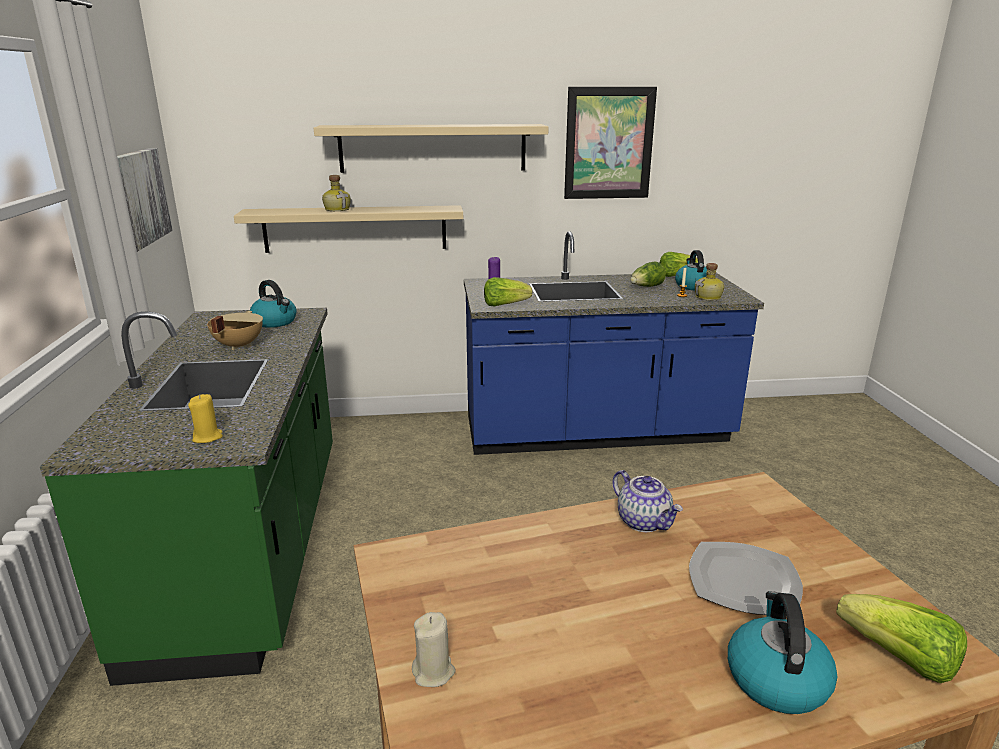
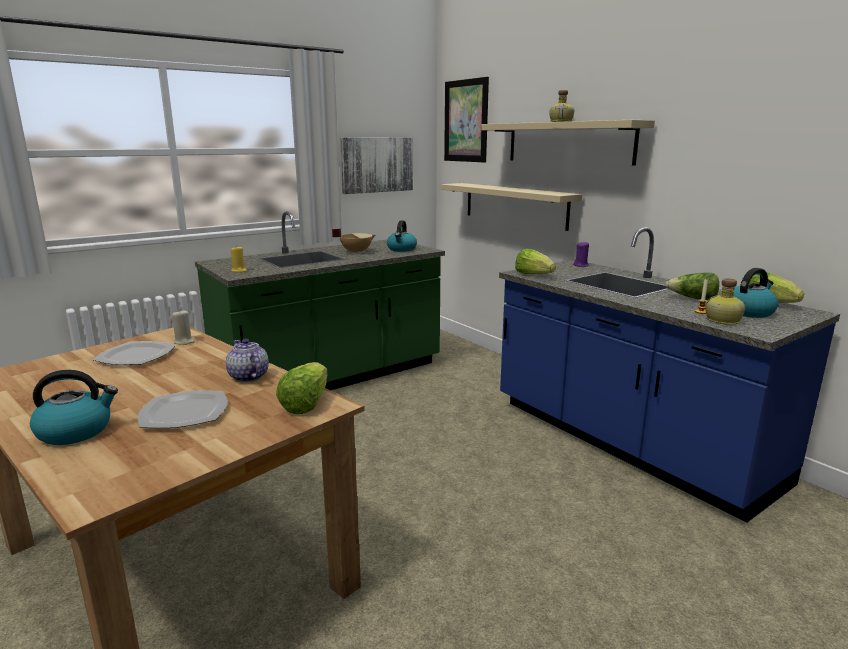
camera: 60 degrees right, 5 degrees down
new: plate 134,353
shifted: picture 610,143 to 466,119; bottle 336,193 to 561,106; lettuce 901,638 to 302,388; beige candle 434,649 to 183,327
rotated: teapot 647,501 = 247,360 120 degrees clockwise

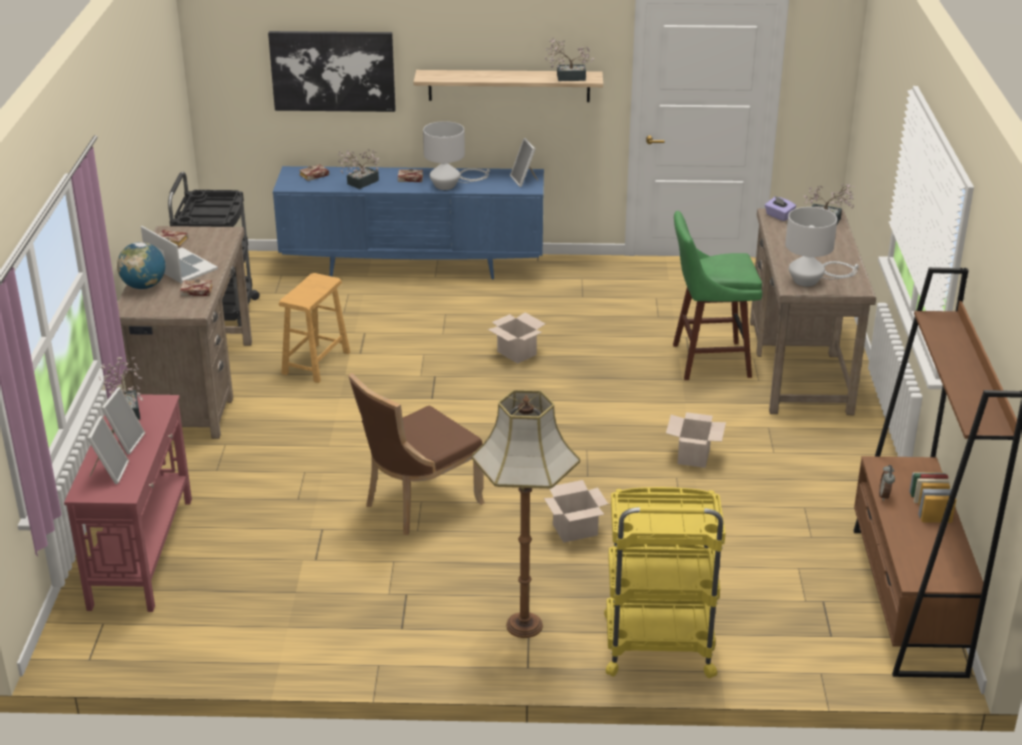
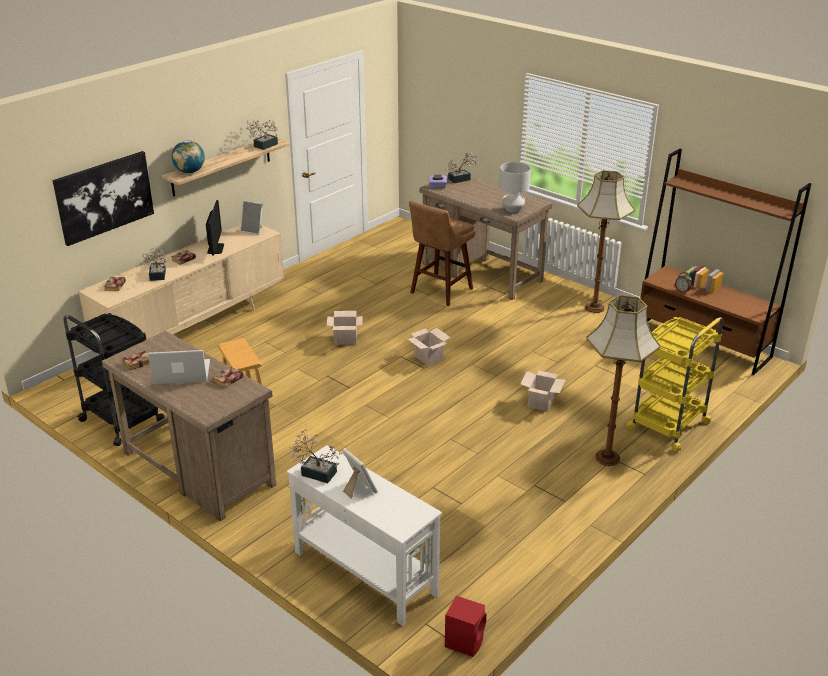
camera: 50 degrees left, 0 degrees up
gone: brown chair 416,454; picture frame 108,450
new: floor lamp 606,241; red speaker 466,626
shifted: globe 141,265 to 188,157; cardboard box 696,440 to 429,347
swapped: grey table lamp 456,155 to monitor 215,227
repainted: blue cabinet 408,222 to beige cabinet 181,281; green stool 717,295 to brown stool 442,253; red console table 128,503 to white console table 364,535

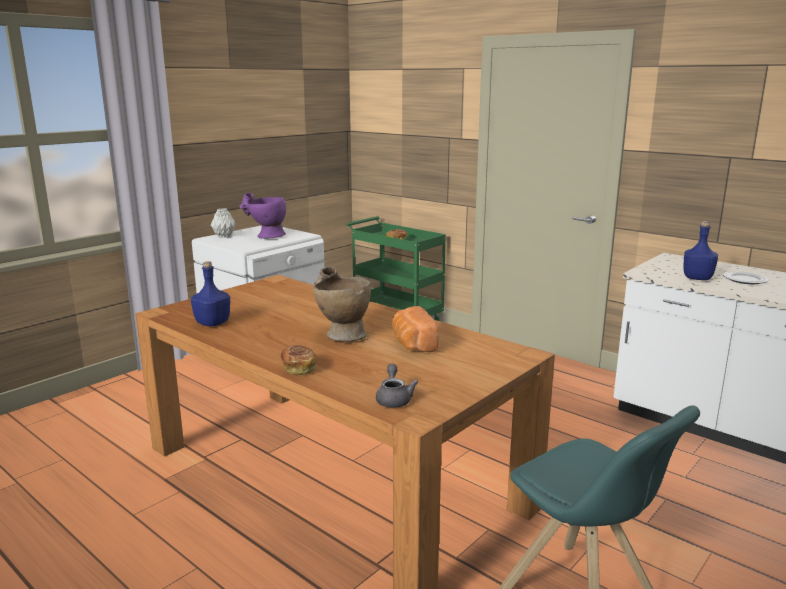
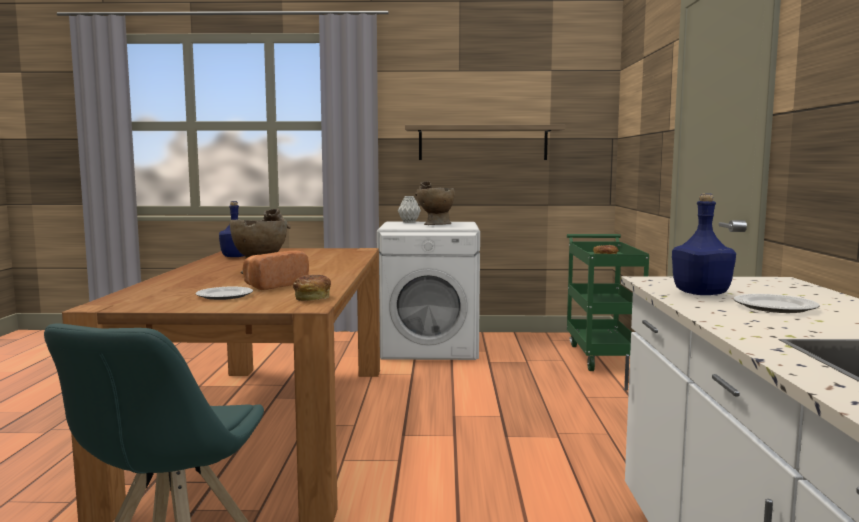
camera: 50 degrees right, 10 degrees down
gone: grey teapot 397,386
new: shelf 485,142; plate 224,293
shifted: bread 299,360 to 312,288
repainted: purple vase 263,216 to beige vase 435,203

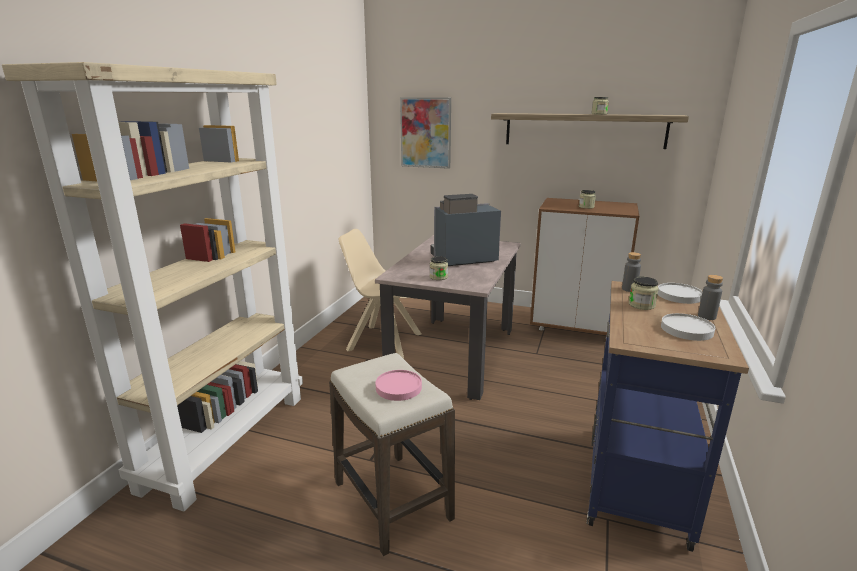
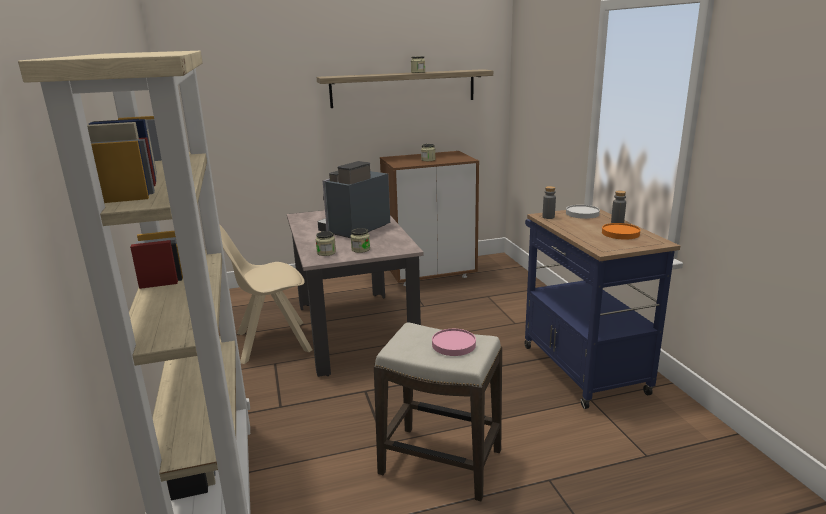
camera: 35 degrees left, 0 degrees up
gone: picture 425,133
shifted: jar 644,293 to 326,243
repainted: white plate 688,327 to orange plate 621,231

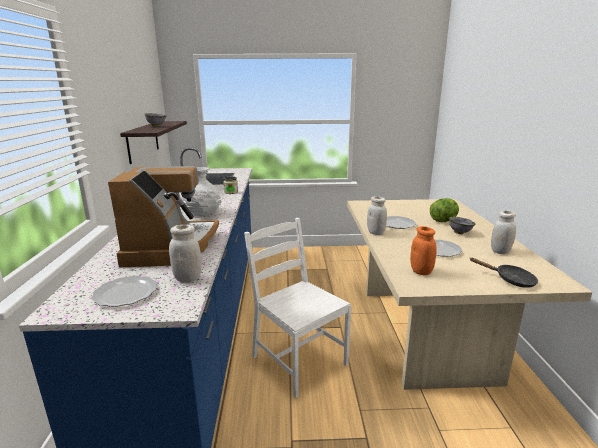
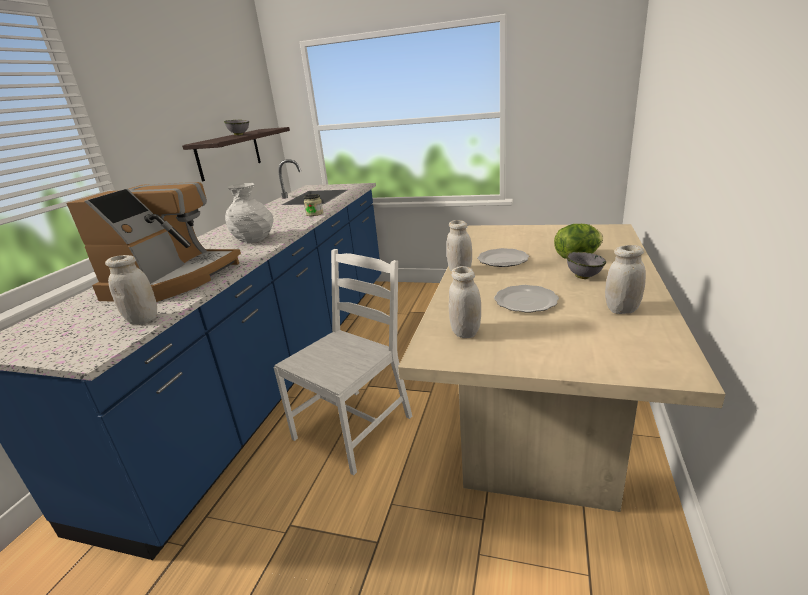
camera: 20 degrees right, 5 degrees up
gone: black frying pan 504,273; plate 124,291
repainted: orange jar 423,250 to white jar 465,302
rotated: white chair 297,308 = 342,362 60 degrees clockwise

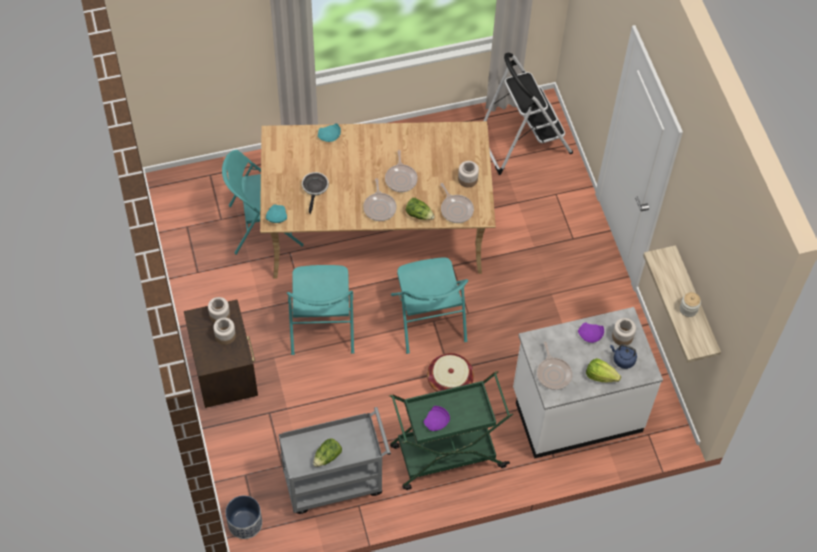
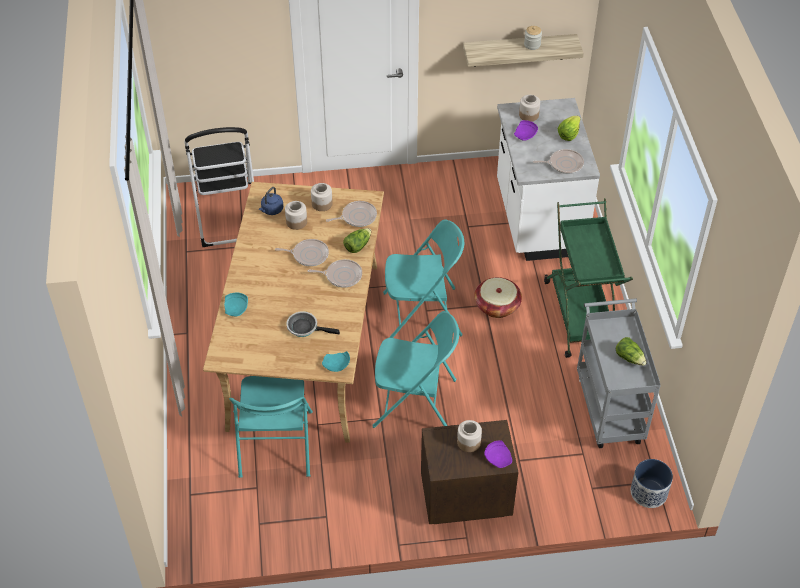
camera: 80 degrees left, 10 degrees down
shifted: jar 219,310 to 296,215; blue kettle 623,356 to 271,201; purple plate 437,418 to 498,454

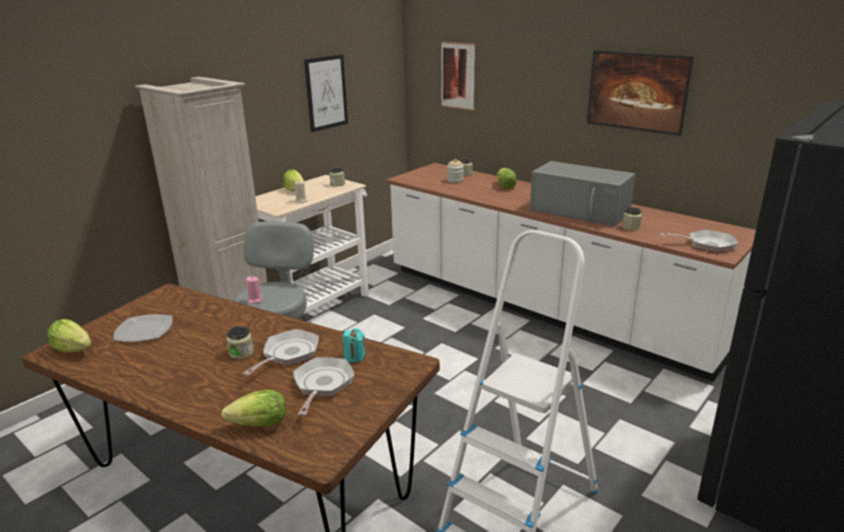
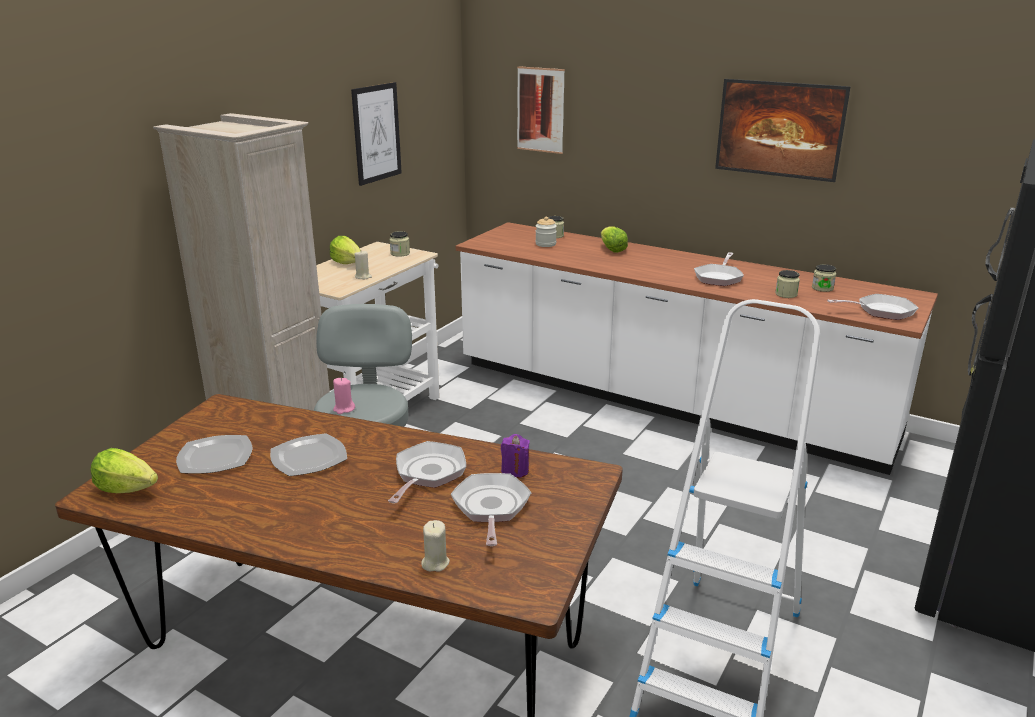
camera: 10 degrees left, 0 degrees up
new: plate 308,454
shifted: jar 240,342 to 824,278
swapped: grey microwave 582,194 to frying pan 719,269; lettuce 253,408 to beige candle 435,546
repainted: turquoise candle 354,345 to purple candle 515,456

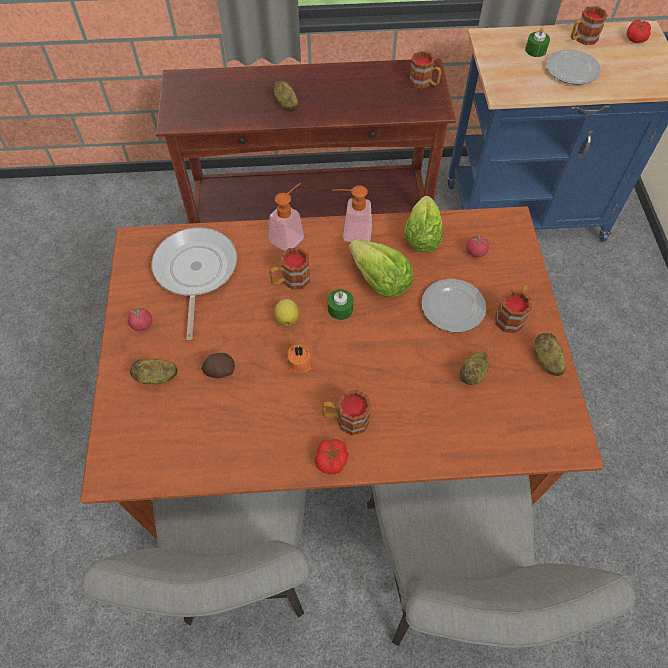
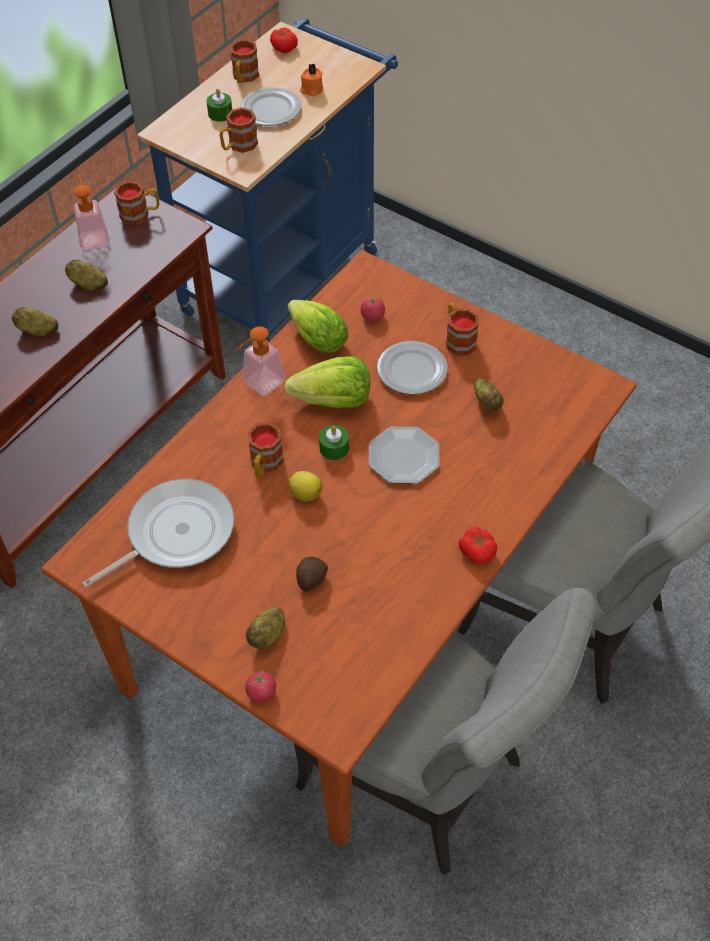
camera: 50 degrees left, 5 degrees down
new: plate 404,455
shifted: soap dispenser 286,217 to 91,212; tomato 140,319 to 260,686; potato 550,354 to 86,274; orange candle 299,359 to 311,80; mug 347,412 to 238,130
rotated: frying pan 194,283 = 158,533 105 degrees clockwise

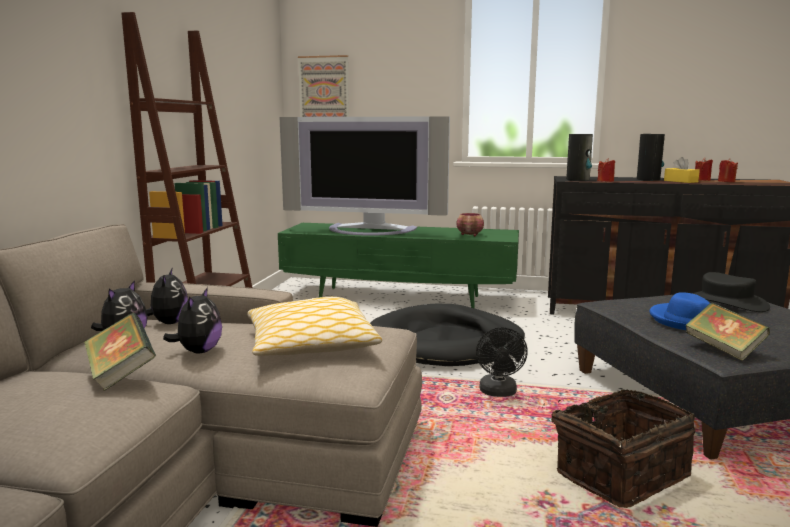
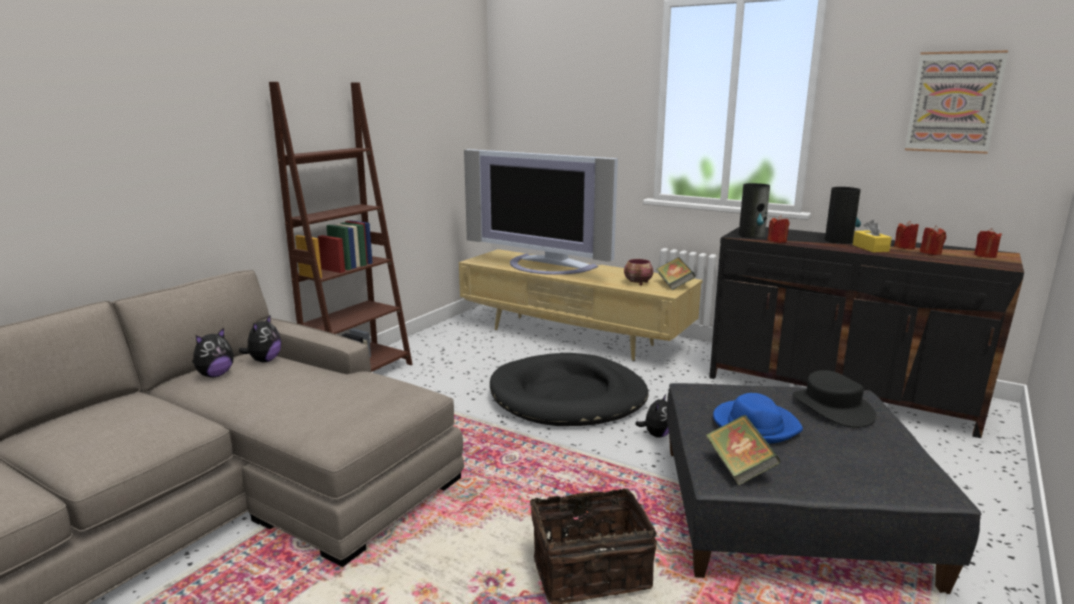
camera: 20 degrees right, 5 degrees up
gone: pillow 314,326; black fan 502,362
new: red candle 988,243
shifted: picture 323,86 to 956,102; plush toy 192,320 to 652,416; book 120,352 to 676,273
repainted: green tv stand 398,265 to beige tv stand 581,305

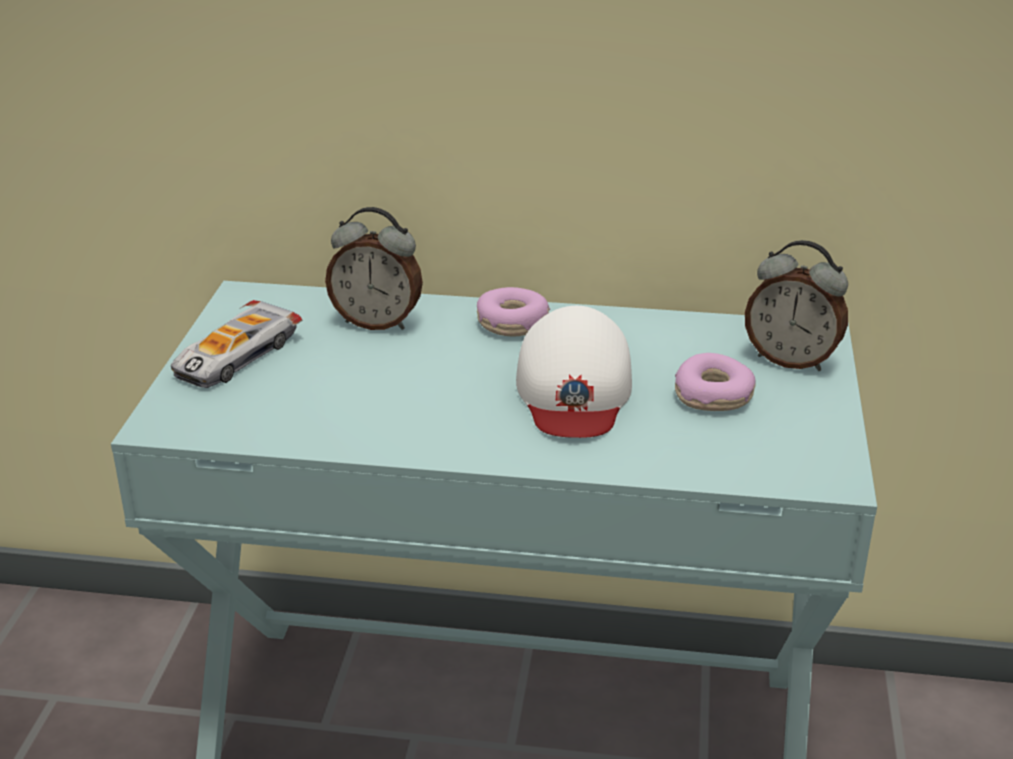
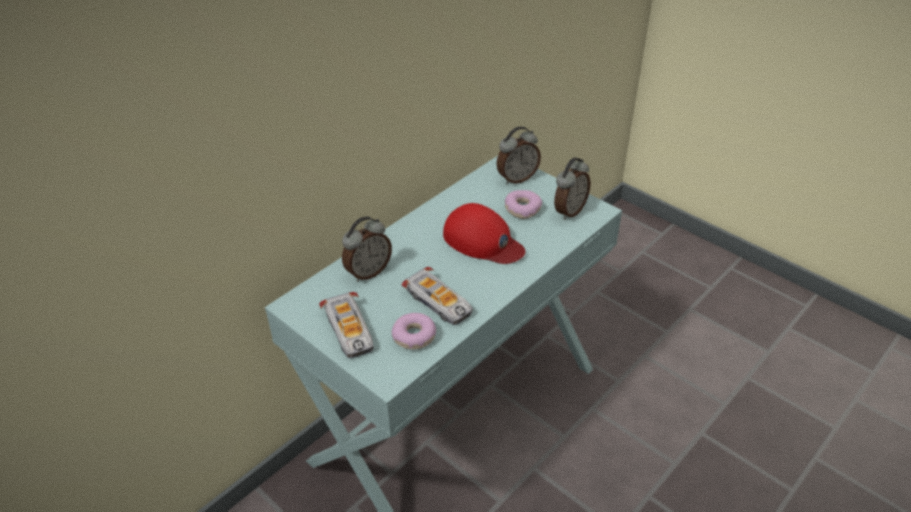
camera: 55 degrees left, 10 degrees up
new: alarm clock 572,188; toy car 437,296
shifted: donut 513,312 to 414,331
repainted: white cap 574,372 to red cap 484,233

